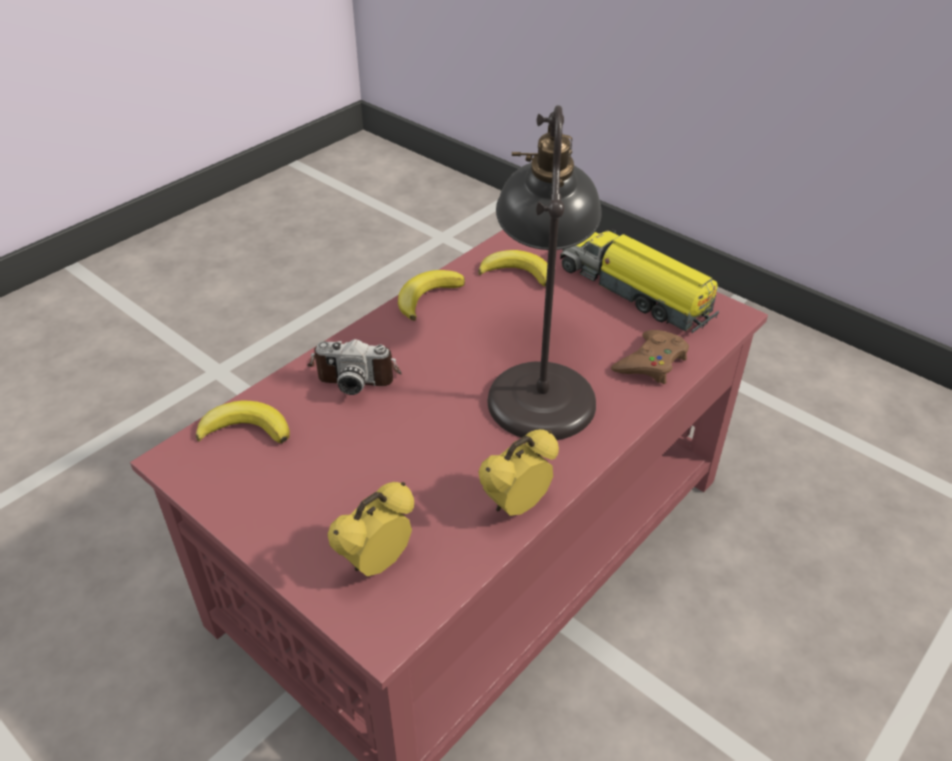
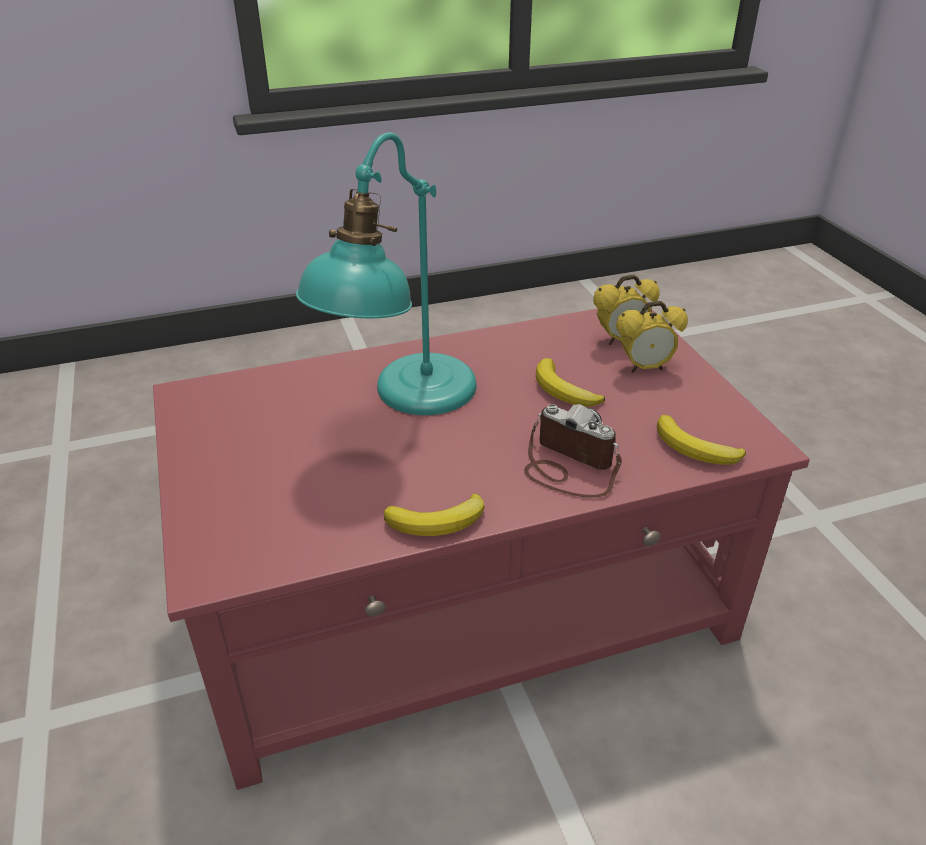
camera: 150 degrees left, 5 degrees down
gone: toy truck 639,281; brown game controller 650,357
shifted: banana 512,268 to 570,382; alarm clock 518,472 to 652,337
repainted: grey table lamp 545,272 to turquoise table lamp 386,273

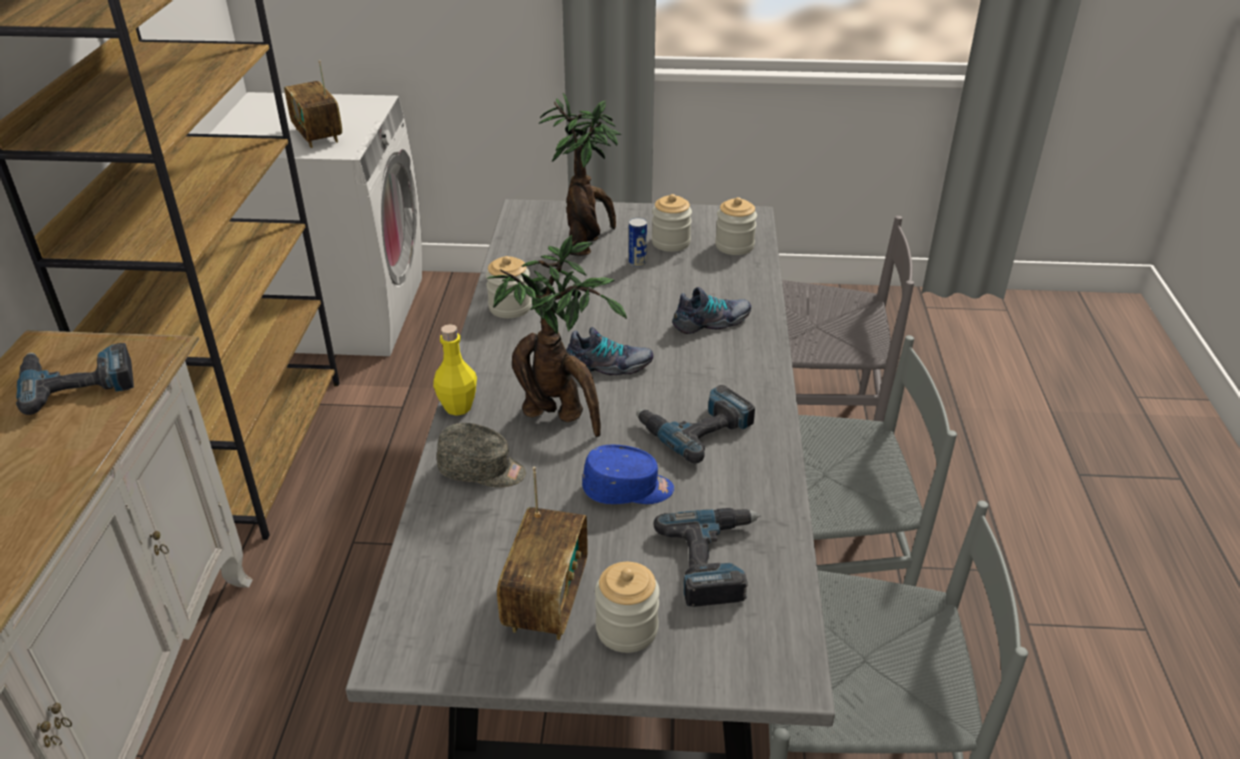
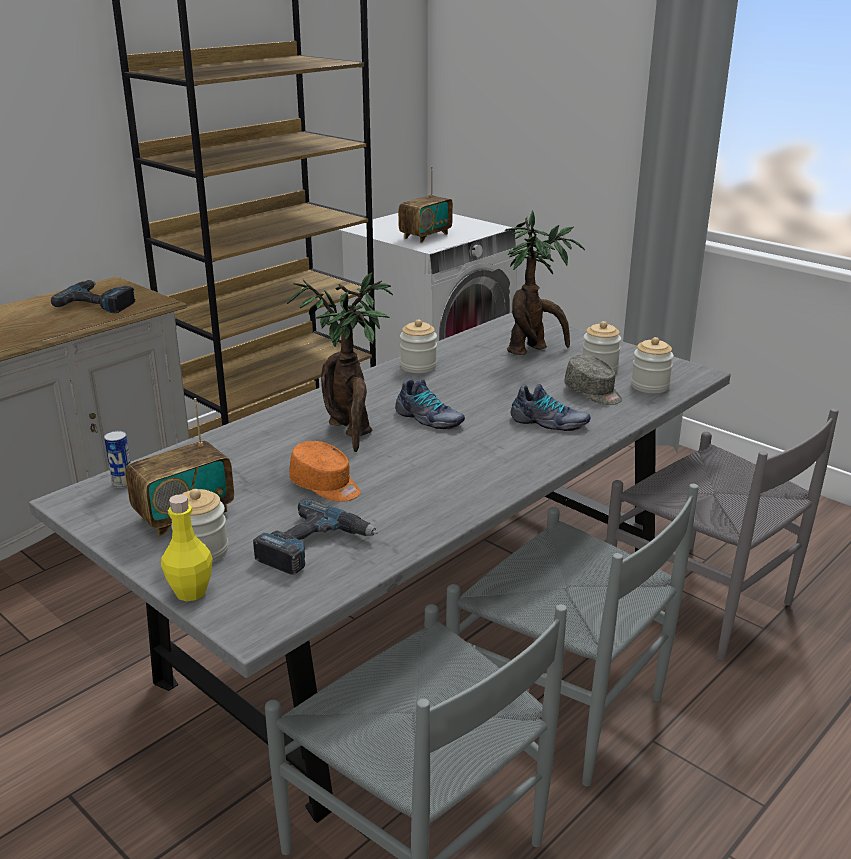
camera: 40 degrees right, 10 degrees down
gone: power drill 695,424
shifted: can 638,243 to 117,459; yellow bottle 455,370 to 187,548; grey cap 481,455 to 593,380
repainted: blue cap 628,474 to orange cap 325,471
rotated: radio 313,104 = 425,205 150 degrees counterclockwise

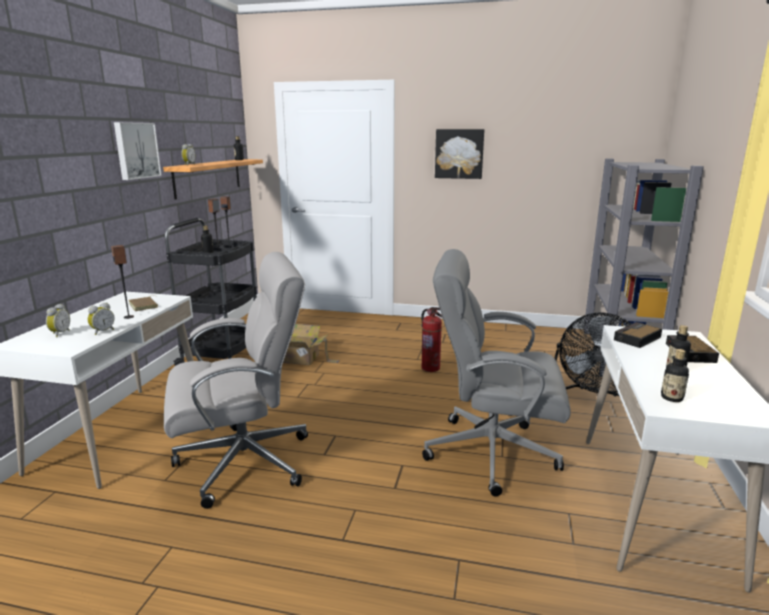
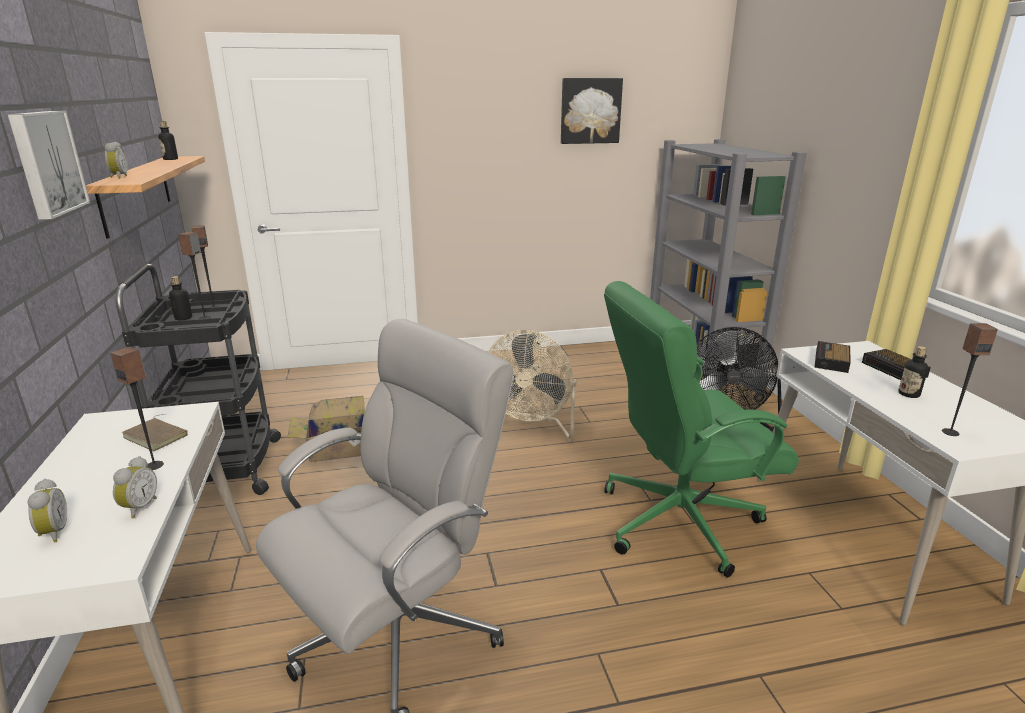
camera: 25 degrees left, 5 degrees up
shifted: picture 459,154 to 592,111
swapped: fire extinguisher 432,339 to beige fan 532,386; bottle 675,375 to speaker 970,379
repainted: grey office chair 496,373 to green office chair 701,429

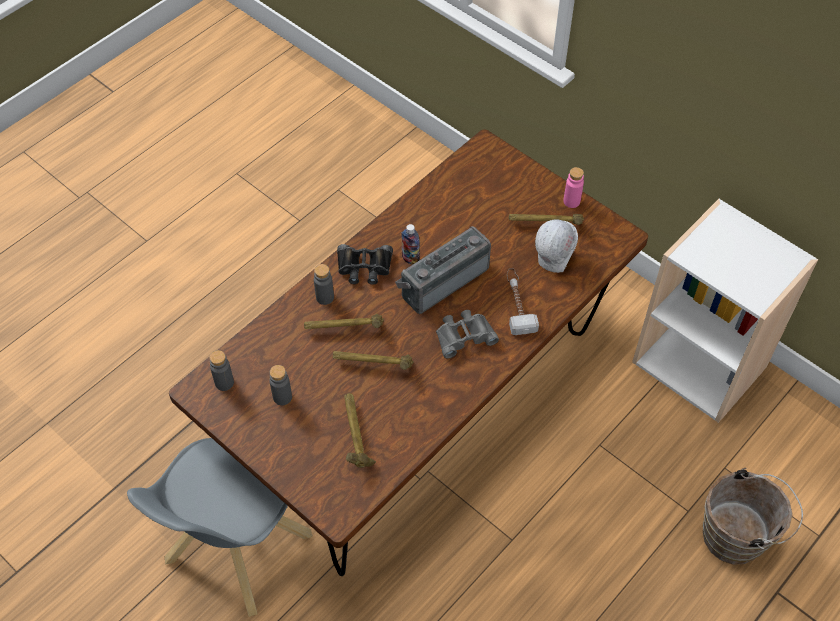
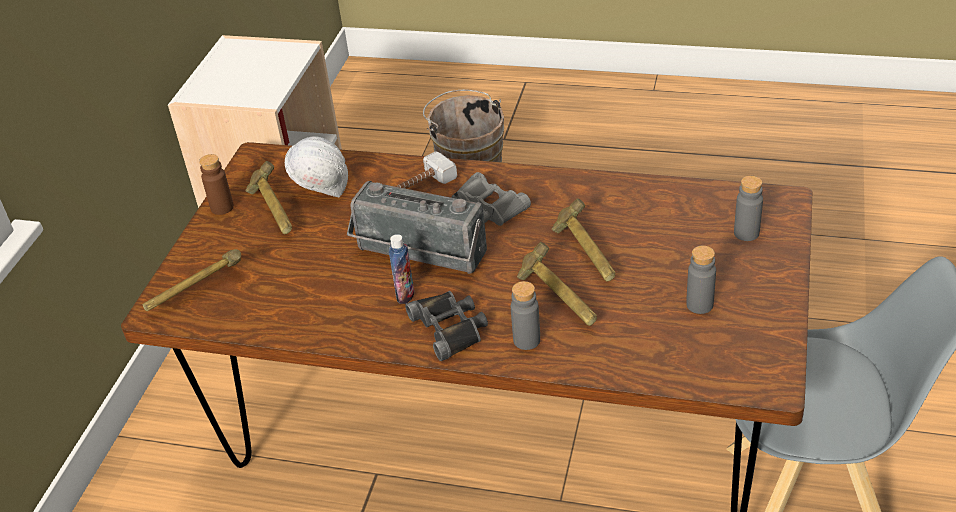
camera: 115 degrees left, 15 degrees down
shifted: grey bottle 221,370 to 748,208; hammer 360,430 to 191,280
repainted: pink bottle 573,187 to brown bottle 216,184

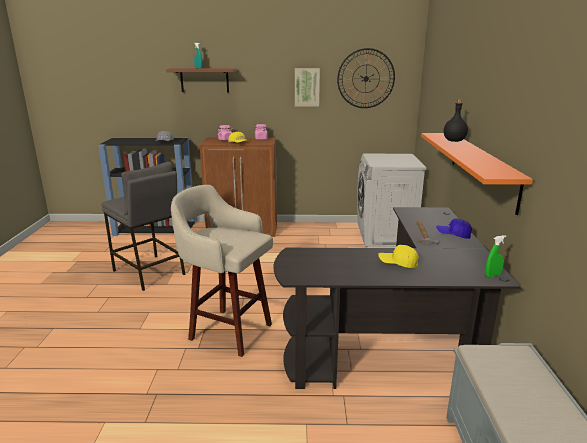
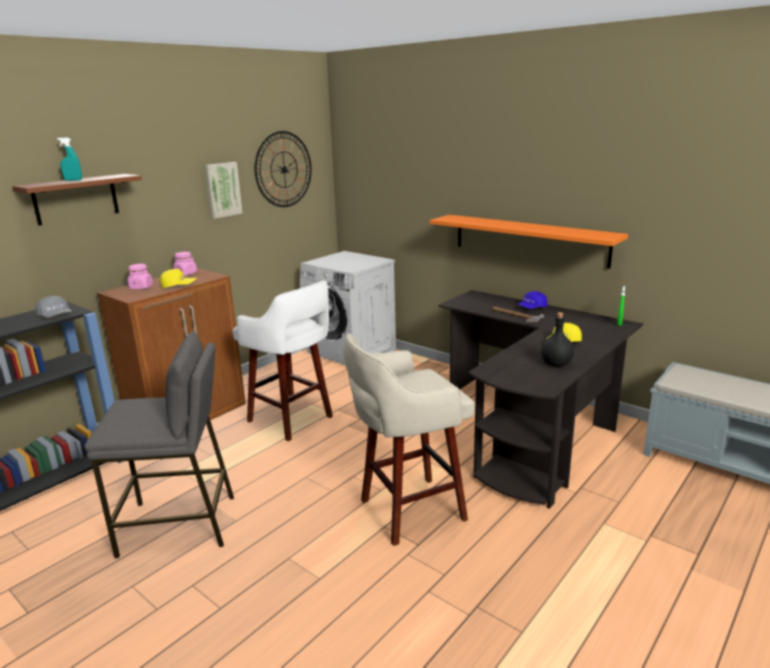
camera: 50 degrees left, 0 degrees up
new: white stool 283,360
shifted: black bottle 456,121 to 557,339

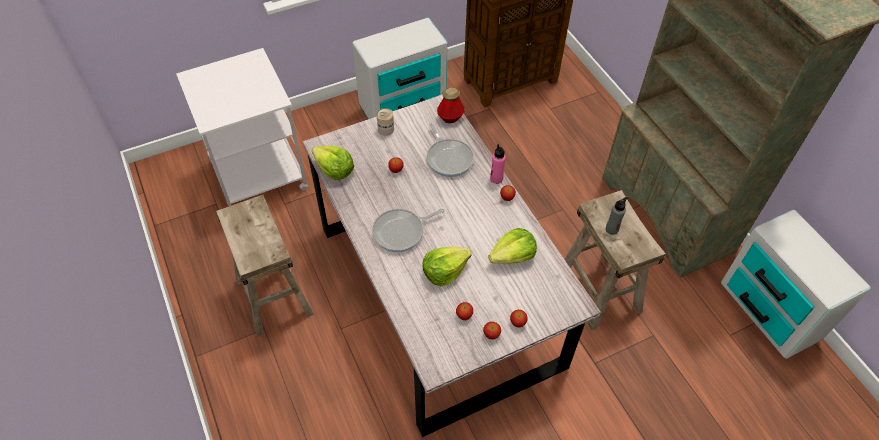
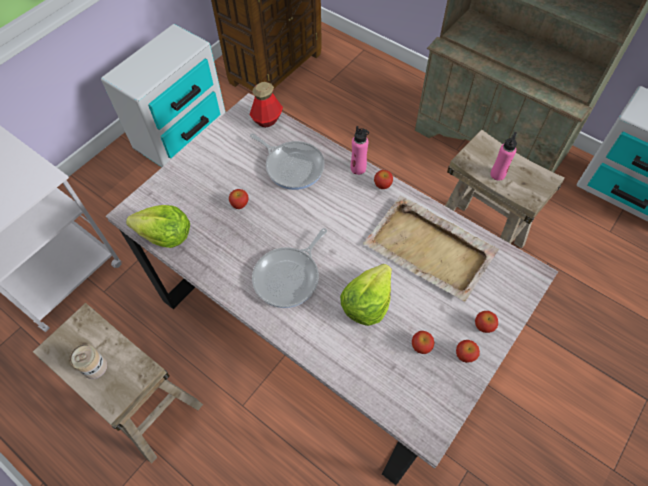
camera: 25 degrees left, 5 degrees up
shifted: can 385,122 to 89,361
swapped: lettuce 512,246 to beige tray 431,249
repainted: grey bottle 616,216 to pink bottle 503,156

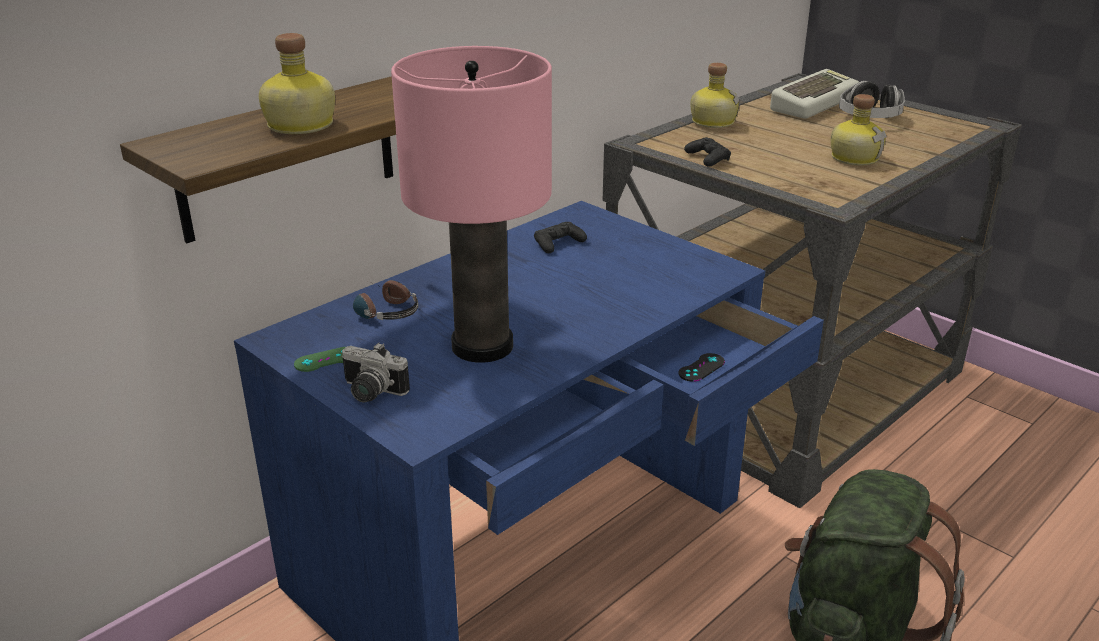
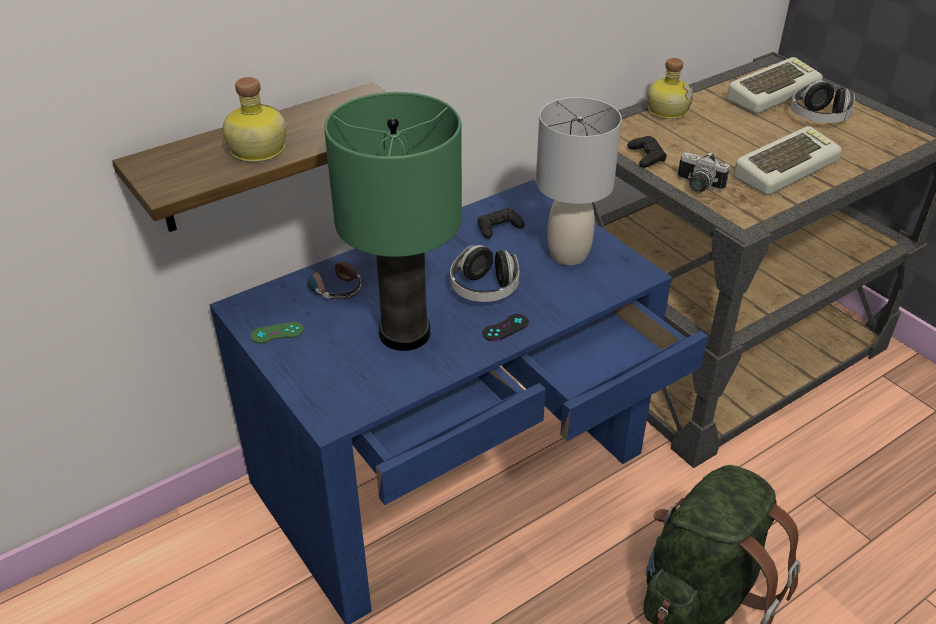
camera: 10 degrees right, 10 degrees up
new: grey table lamp 579,181; headphones 484,273
shifted: photo camera 375,373 to 704,172; black game controller 702,367 to 506,327
swapped: bottle 859,129 to keyboard 787,160
repainted: pink table lamp 471,204 to green table lamp 393,221

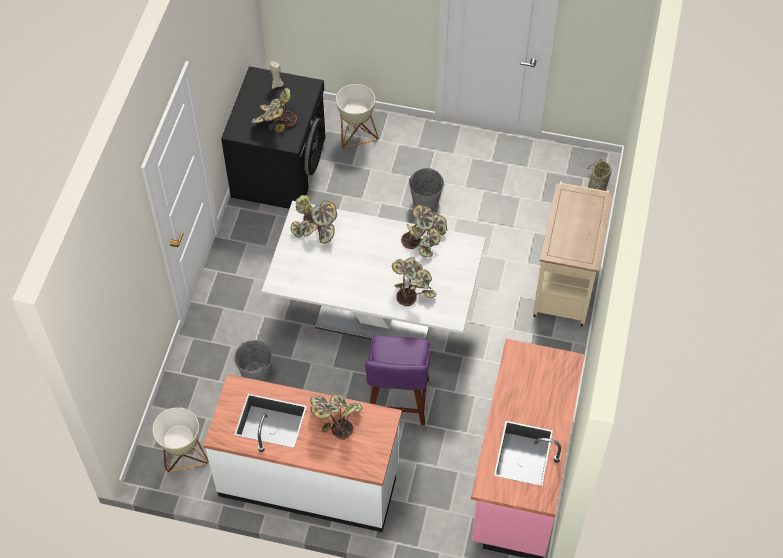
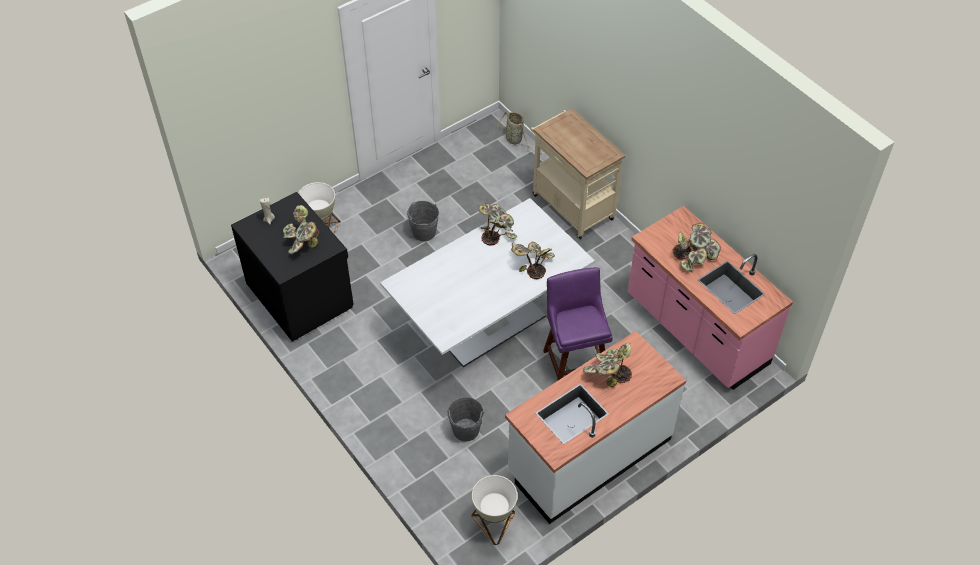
camera: 50 degrees left, 5 degrees down
shifted: potted plant 314,219 to 697,247
rotated: purple chair 398,380 = 578,324 150 degrees counterclockwise

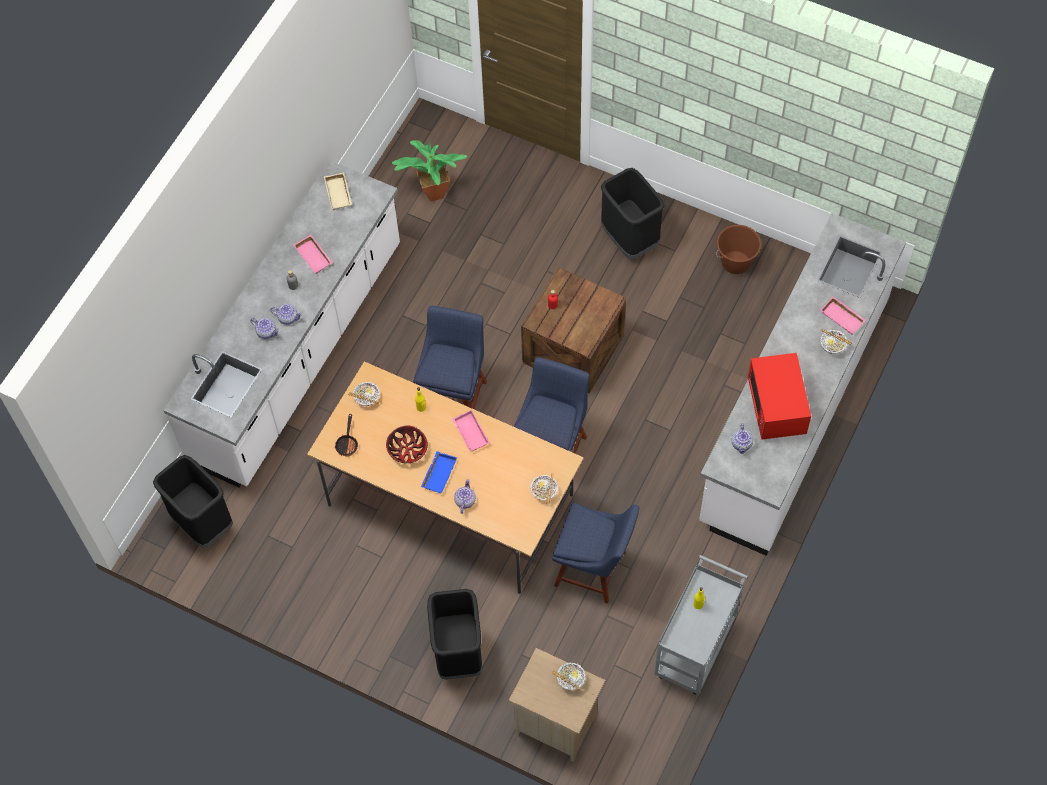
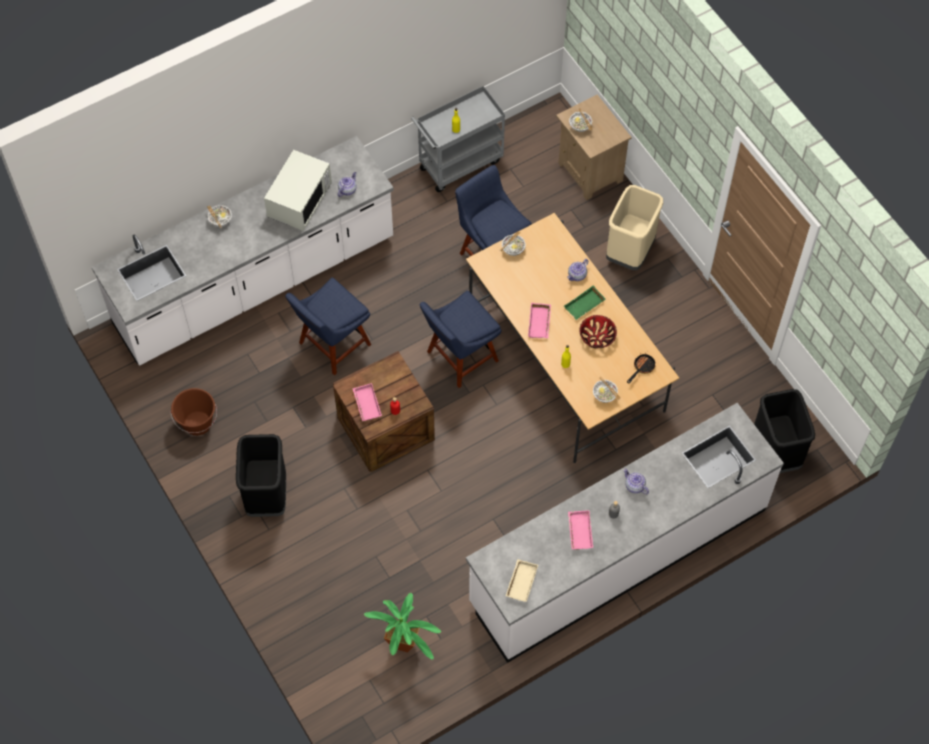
camera: 150 degrees left, 0 degrees up
gone: teapot 264,328
shifted: pink tray 843,316 to 367,402; blue chair 450,357 to 328,327
repainted: red microwave 779,396 to white microwave 298,190; blue tray 439,472 to green tray 584,303; black trash can 454,634 to beige trash can 634,227

